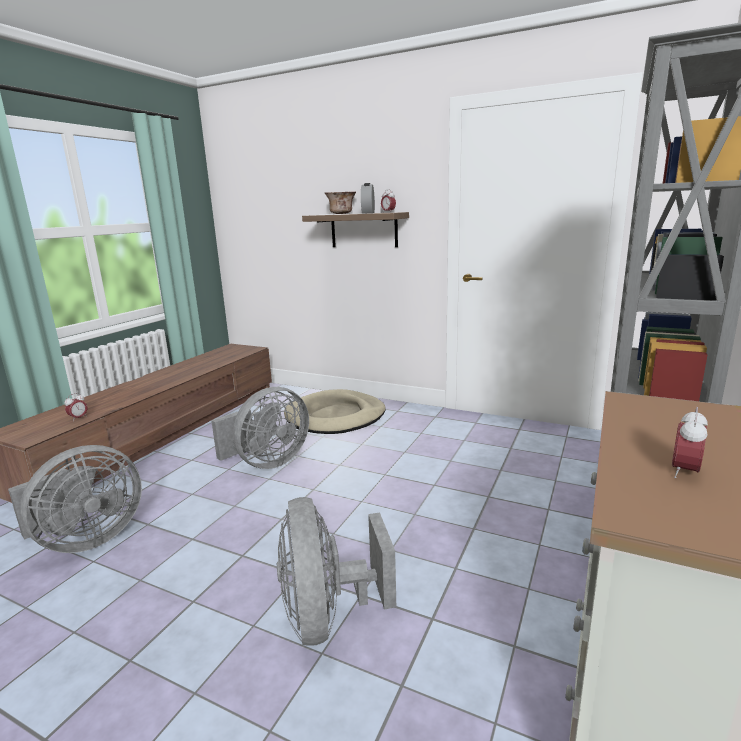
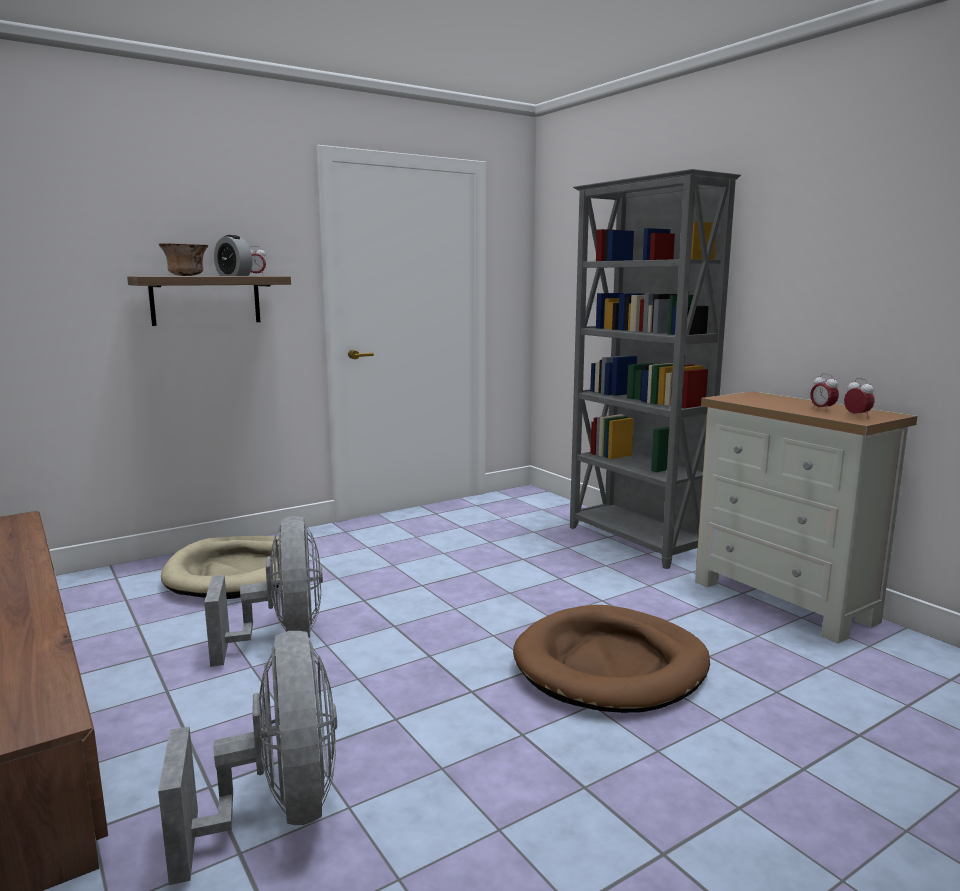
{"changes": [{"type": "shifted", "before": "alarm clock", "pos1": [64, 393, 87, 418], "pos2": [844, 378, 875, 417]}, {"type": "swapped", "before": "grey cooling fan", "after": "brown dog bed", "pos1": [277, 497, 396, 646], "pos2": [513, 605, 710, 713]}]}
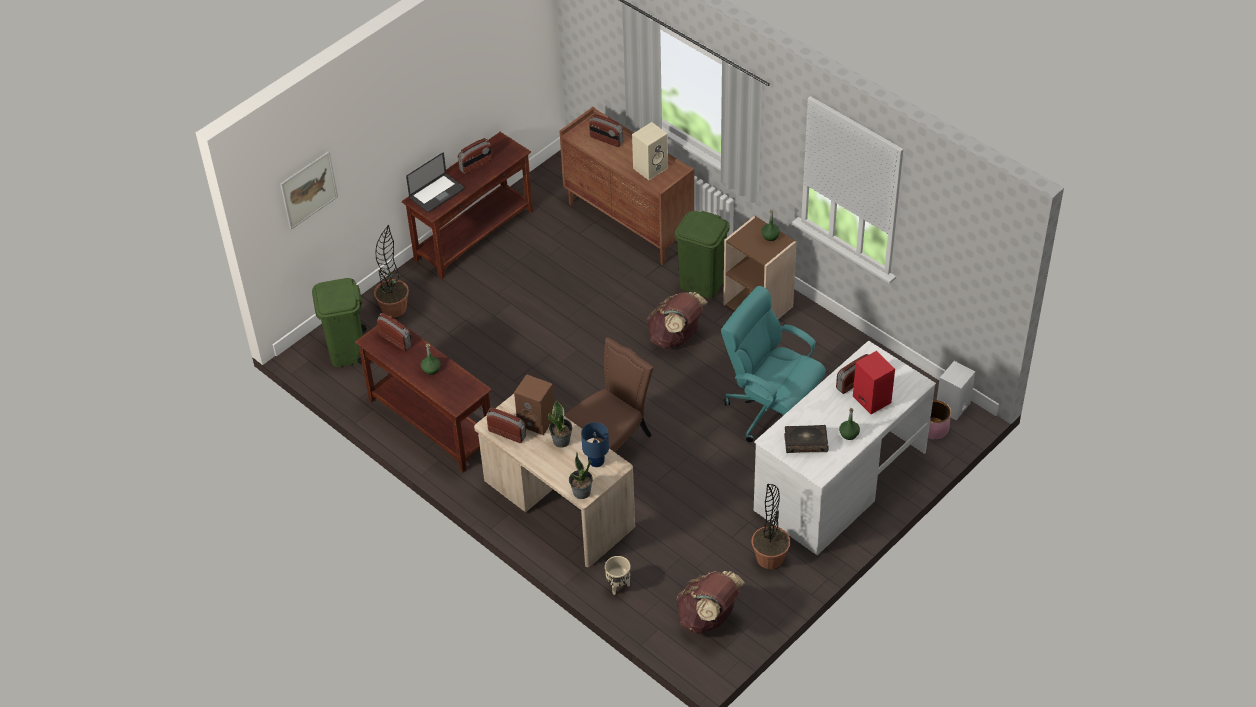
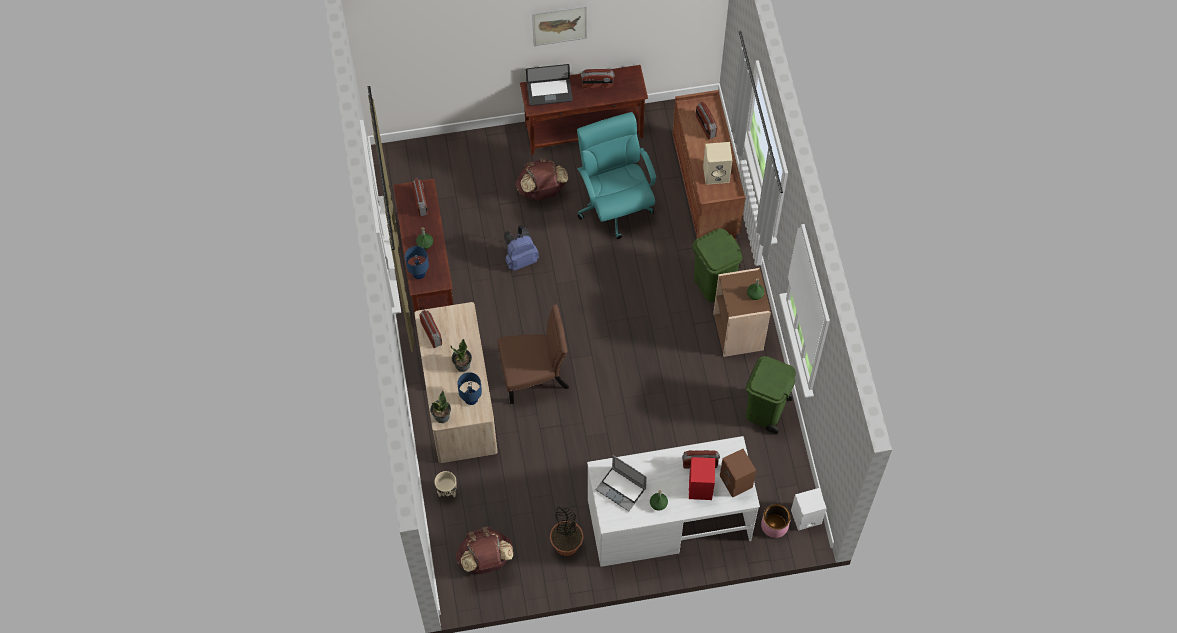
{"changes": [{"type": "gone", "before": "houseplant", "pos1": [374, 225, 409, 318]}, {"type": "new", "after": "bluish lamp for a table", "pos2": [405, 246, 429, 279]}, {"type": "new", "after": "bluish rucksack", "pos2": [504, 226, 539, 271]}, {"type": "shifted", "before": "wall picture", "pos1": [280, 151, 338, 229], "pos2": [532, 5, 587, 46]}, {"type": "shifted", "before": "green-coloured rubbish bin", "pos1": [312, 278, 372, 367], "pos2": [746, 356, 796, 434]}, {"type": "shifted", "before": "brown speaker", "pos1": [514, 374, 554, 435], "pos2": [720, 449, 756, 498]}, {"type": "shifted", "before": "brown rucksack", "pos1": [647, 292, 708, 349], "pos2": [516, 159, 568, 200]}, {"type": "shifted", "before": "turquoise computer chair", "pos1": [721, 286, 826, 442], "pos2": [577, 112, 656, 239]}, {"type": "swapped", "before": "book", "after": "portable computer", "pos1": [784, 425, 828, 453], "pos2": [596, 455, 647, 511]}]}
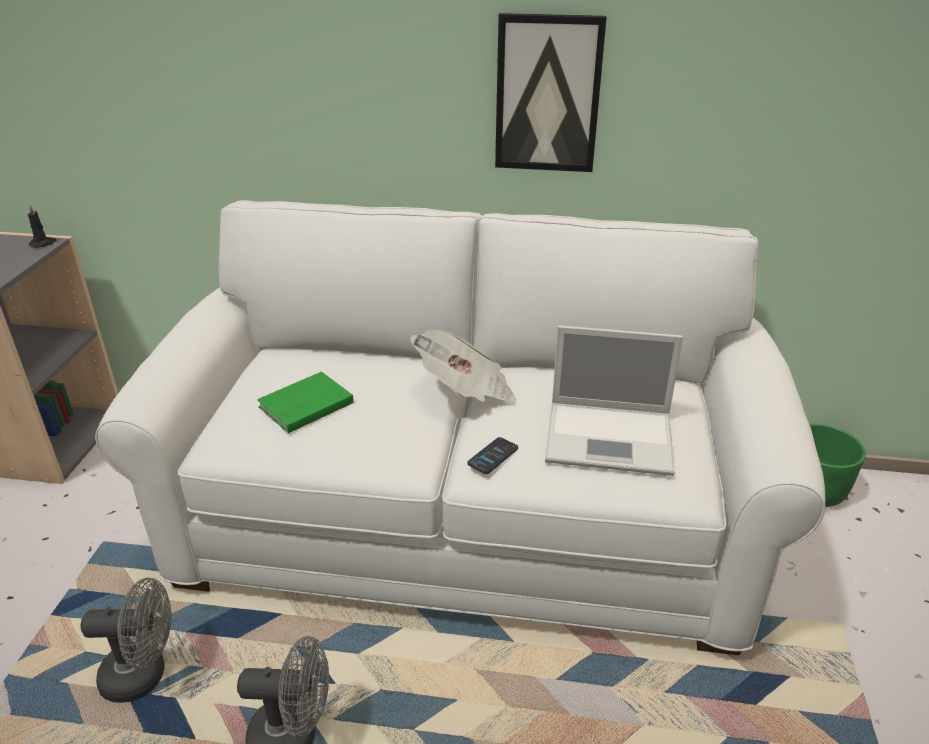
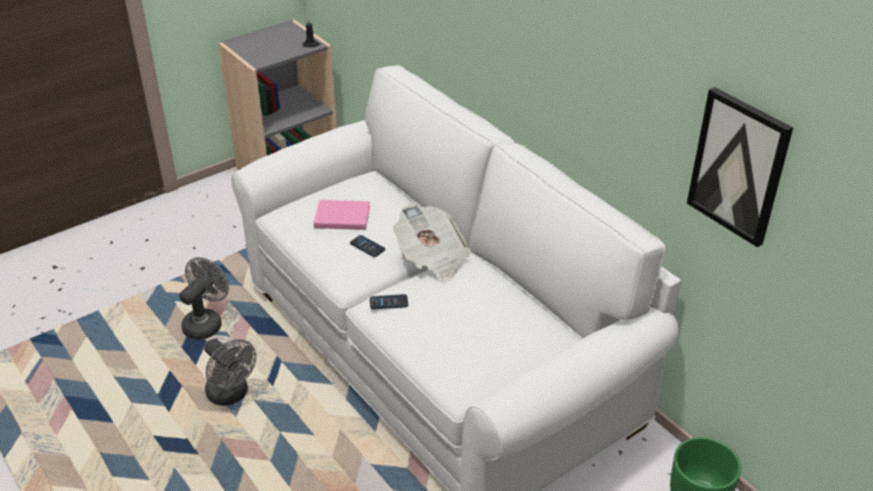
{"changes": [{"type": "gone", "before": "portable computer", "pos1": [545, 325, 683, 476]}, {"type": "new", "after": "telephone", "pos2": [350, 235, 385, 257]}, {"type": "shifted", "before": "wall picture", "pos1": [495, 13, 607, 172], "pos2": [687, 87, 793, 247]}, {"type": "repainted", "before": "green-coloured book", "after": "pinkish book", "pos1": [257, 372, 354, 433], "pos2": [314, 200, 370, 230]}, {"type": "rotated", "before": "grey cooling fan", "pos1": [81, 578, 172, 703], "pos2": [179, 257, 229, 340], "turn": -105}]}
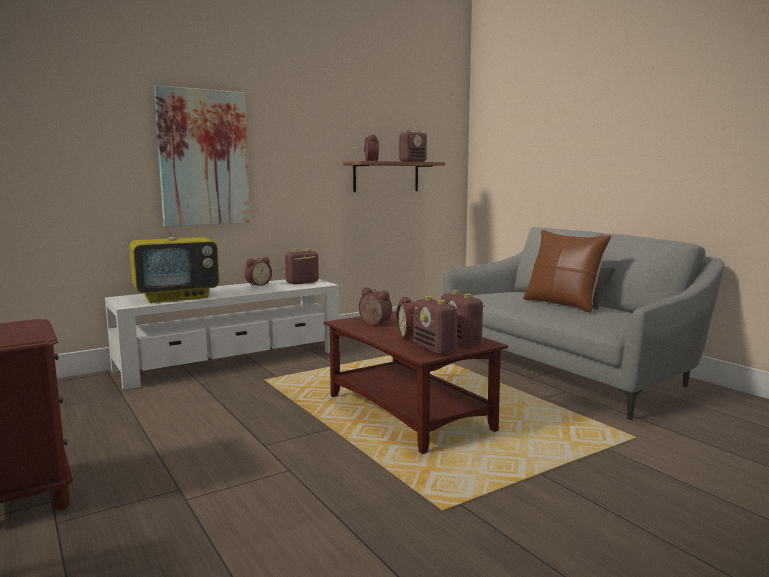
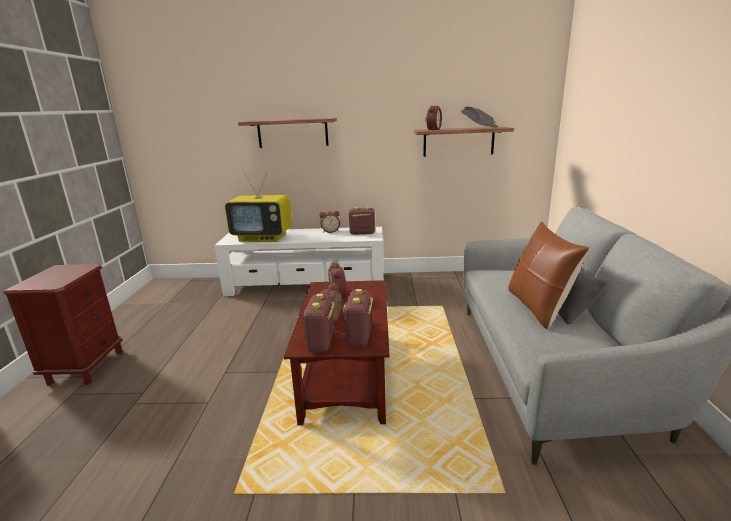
{"changes": [{"type": "swapped", "before": "wall picture", "after": "bracket shelf", "pos1": [154, 85, 250, 226], "pos2": [238, 118, 337, 148]}, {"type": "swapped", "before": "radio", "after": "daily paper", "pos1": [399, 130, 427, 162], "pos2": [461, 107, 499, 127]}]}
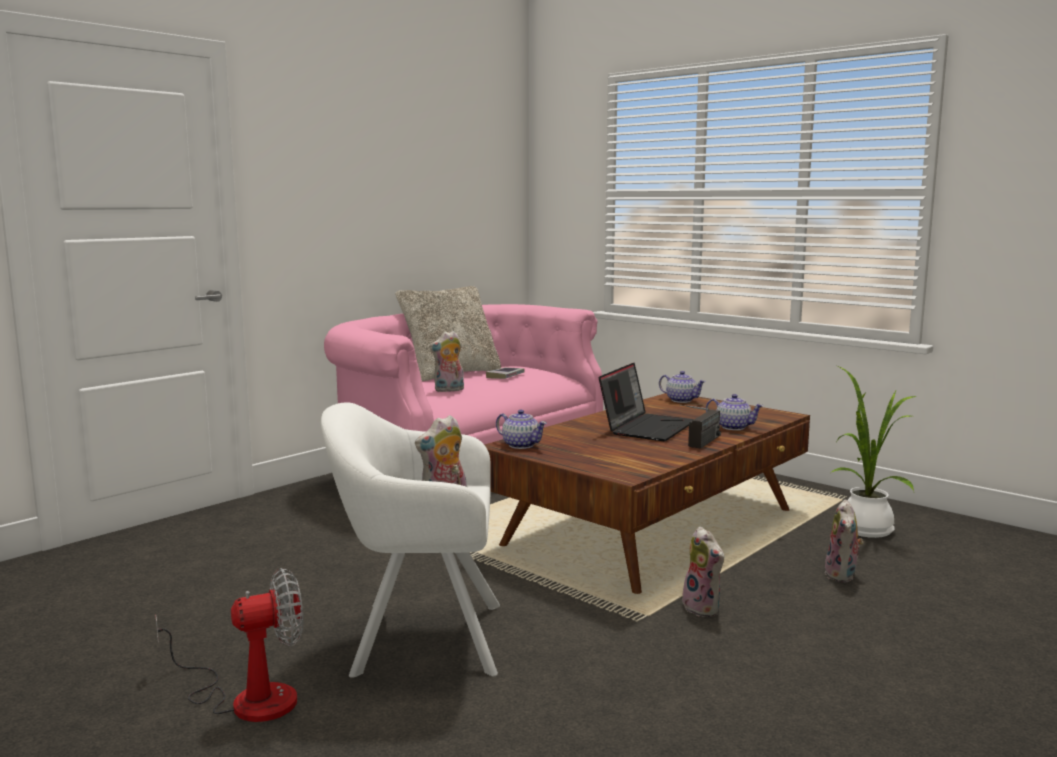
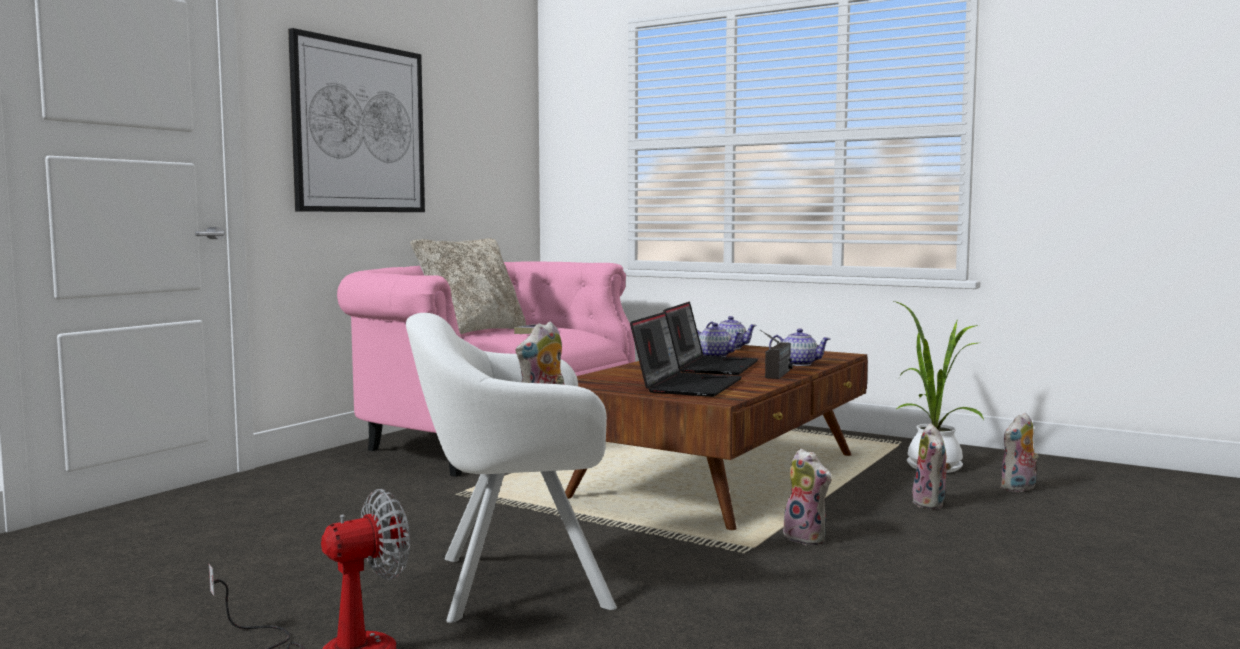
{"changes": [{"type": "new", "after": "wall picture", "pos2": [288, 28, 425, 212]}, {"type": "new", "after": "portable computer", "pos2": [630, 312, 742, 397]}, {"type": "shifted", "before": "cuddly toy", "pos1": [429, 331, 464, 392], "pos2": [1001, 413, 1039, 493]}, {"type": "shifted", "before": "tea pot", "pos1": [496, 410, 547, 449], "pos2": [697, 323, 742, 357]}]}
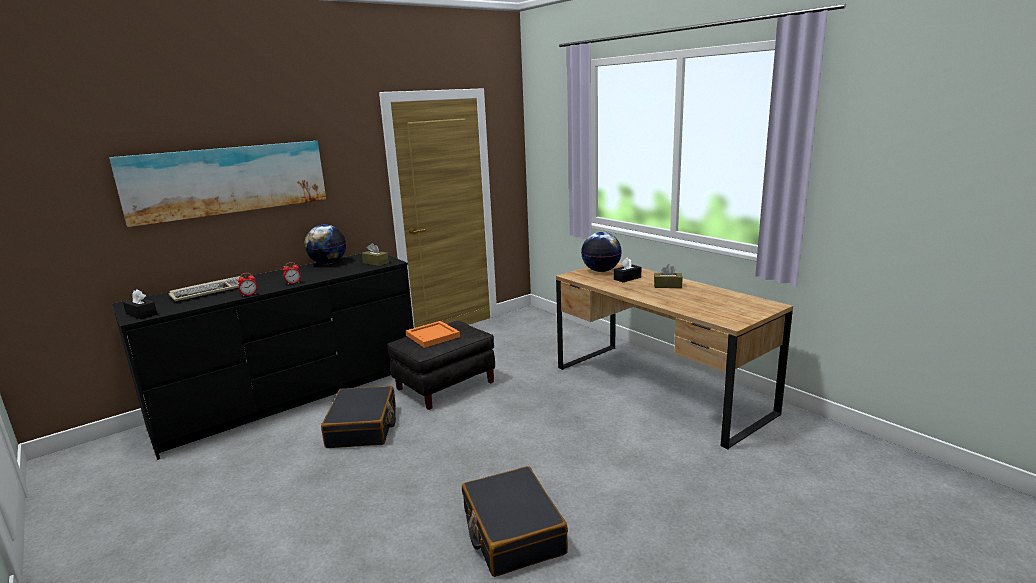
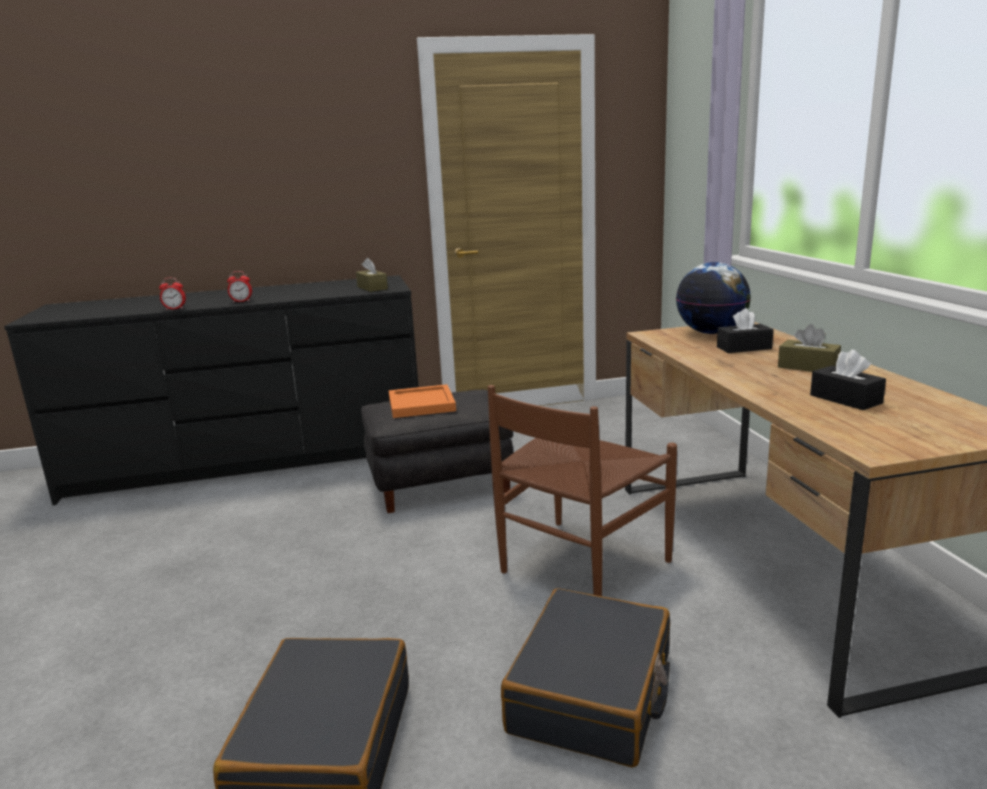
{"changes": [{"type": "gone", "before": "wall picture", "pos1": [109, 141, 326, 227]}, {"type": "gone", "before": "PC keyboard", "pos1": [169, 276, 245, 301]}, {"type": "gone", "before": "globe", "pos1": [304, 224, 346, 264]}, {"type": "new", "after": "brown upright chair", "pos2": [488, 385, 677, 596]}, {"type": "shifted", "before": "black box of tissues", "pos1": [123, 289, 157, 319], "pos2": [810, 350, 886, 410]}, {"type": "shifted", "before": "black suitcase", "pos1": [321, 386, 396, 448], "pos2": [501, 588, 670, 768]}]}
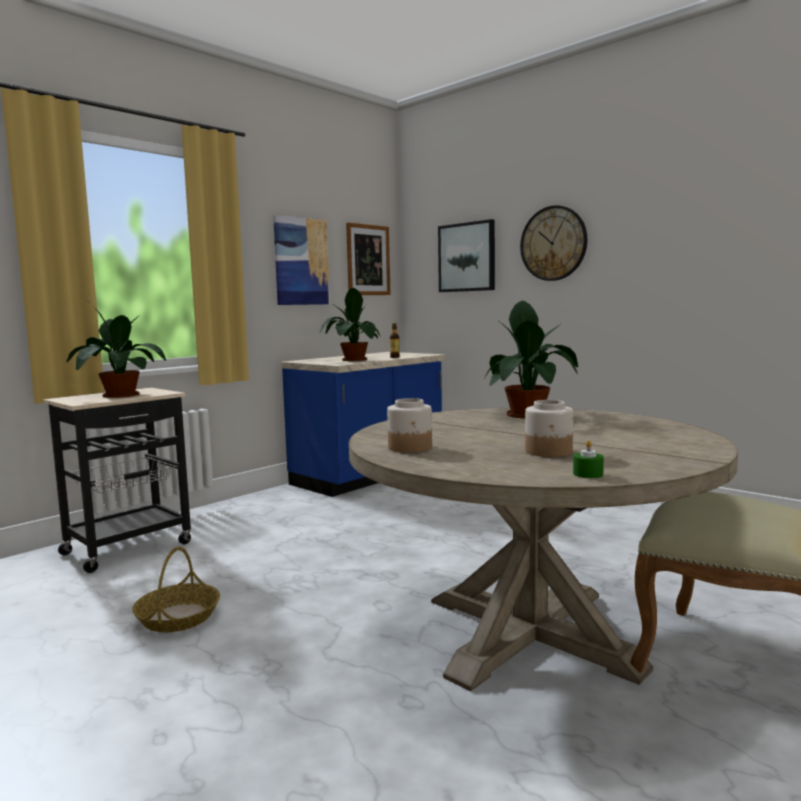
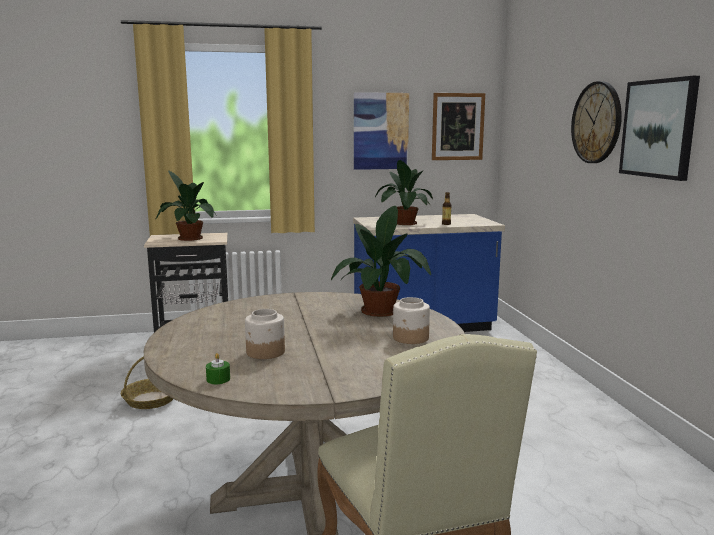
{"changes": [{"type": "shifted", "before": "jar", "pos1": [387, 398, 432, 453], "pos2": [393, 297, 430, 344]}, {"type": "shifted", "before": "wall picture", "pos1": [438, 219, 495, 292], "pos2": [619, 76, 700, 181]}]}
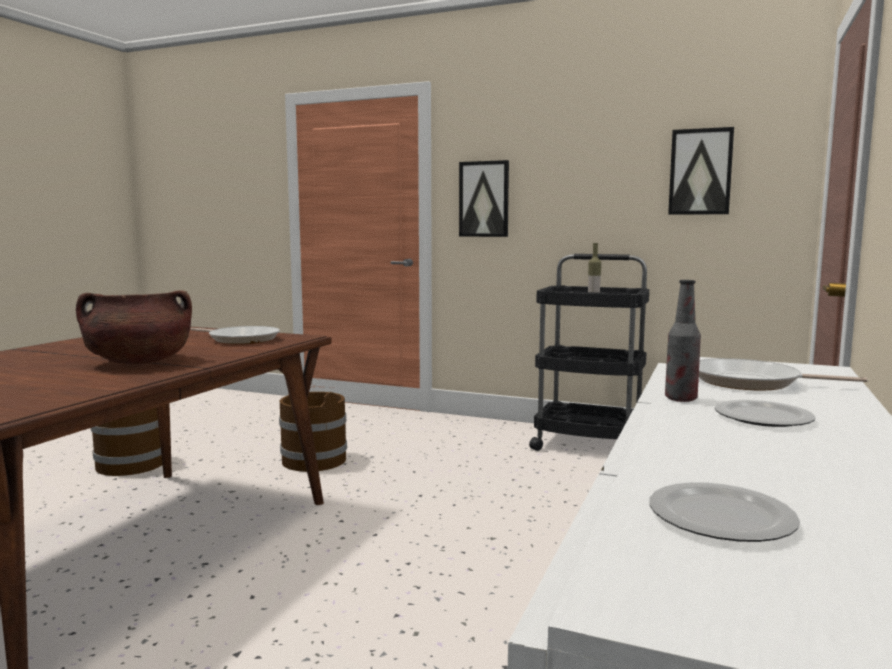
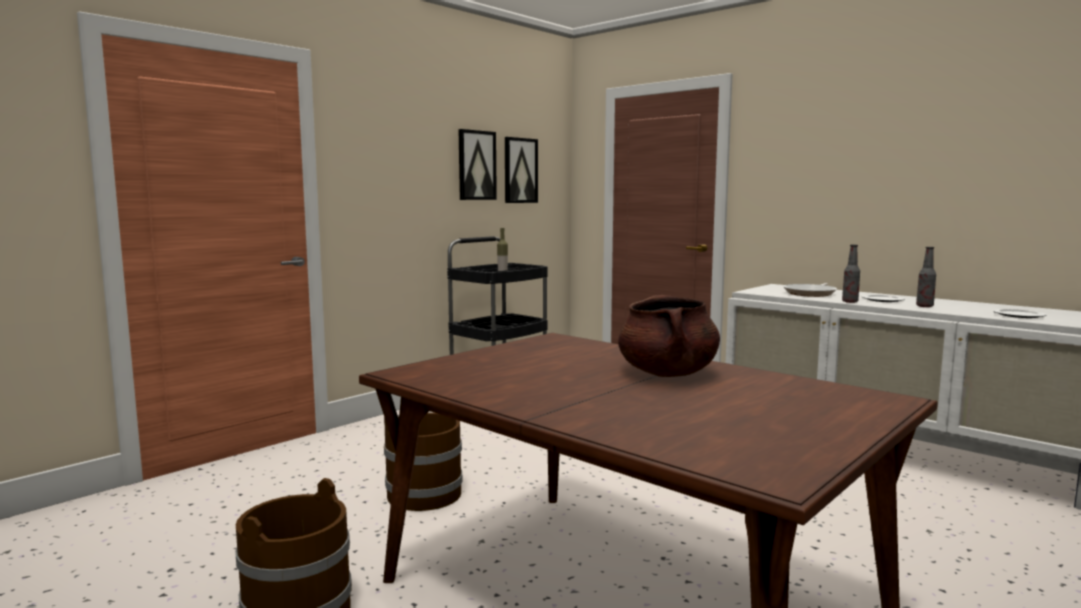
{"changes": [{"type": "gone", "before": "pan", "pos1": [191, 326, 280, 344]}, {"type": "new", "after": "drink bottle", "pos2": [916, 247, 936, 307]}, {"type": "shifted", "before": "wall picture", "pos1": [459, 160, 509, 237], "pos2": [459, 129, 497, 200]}]}
